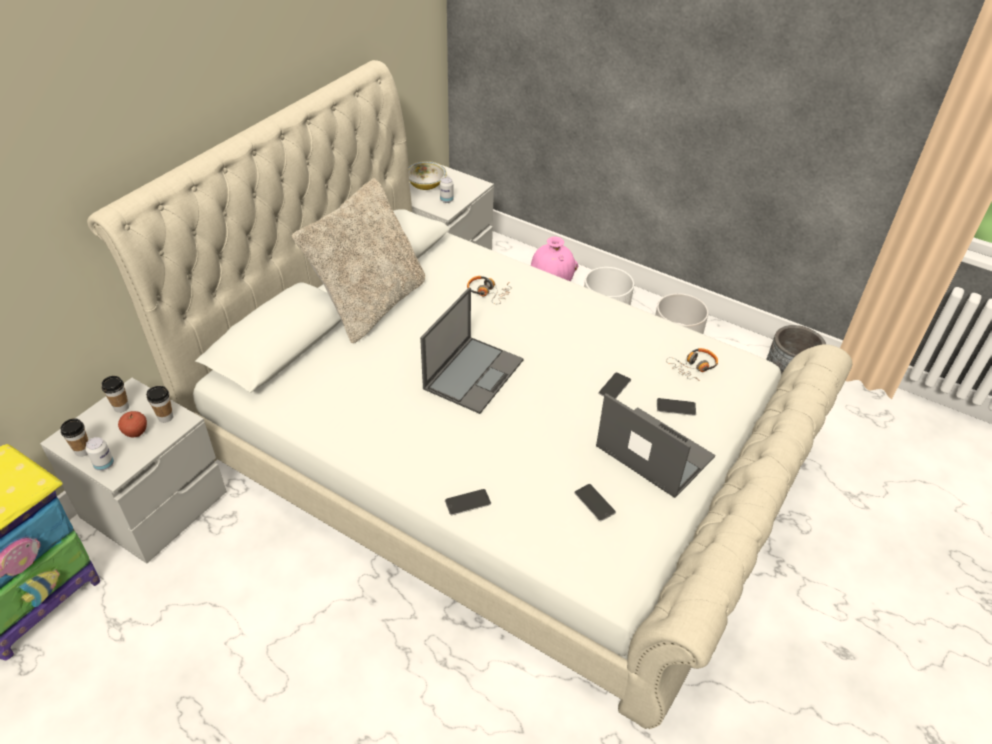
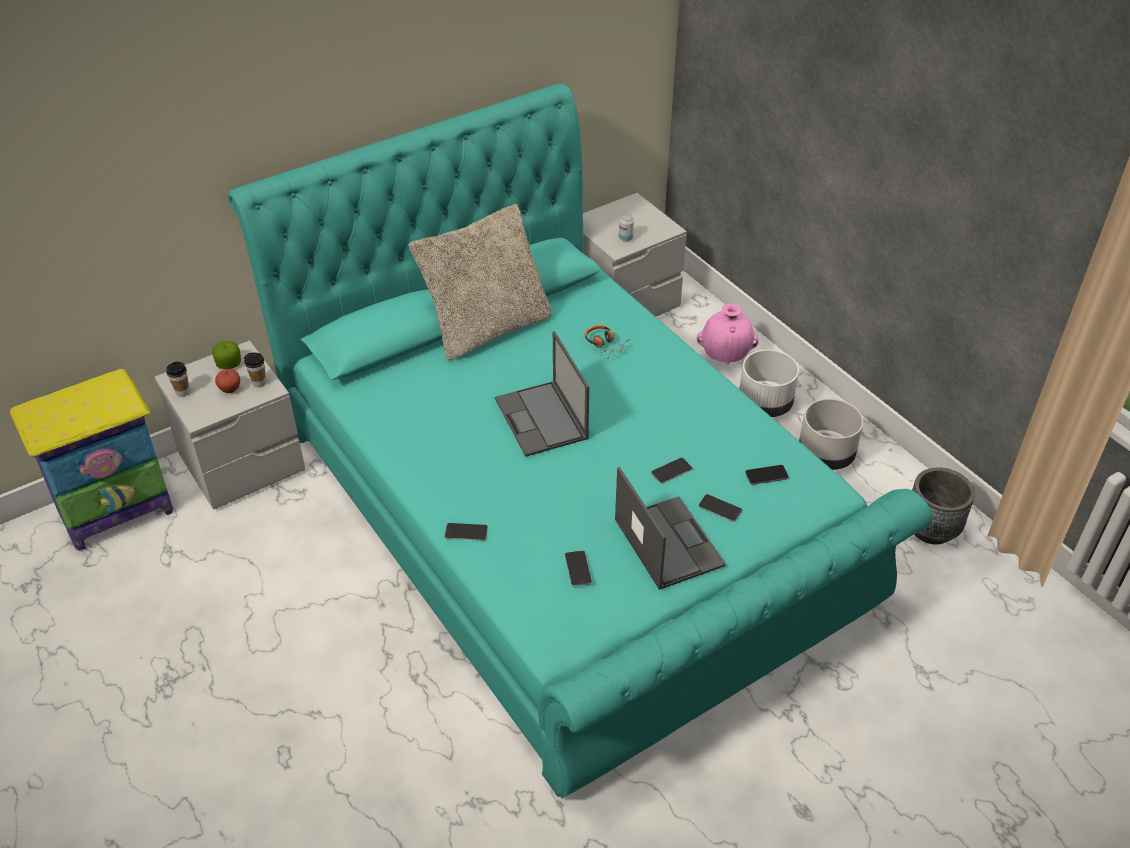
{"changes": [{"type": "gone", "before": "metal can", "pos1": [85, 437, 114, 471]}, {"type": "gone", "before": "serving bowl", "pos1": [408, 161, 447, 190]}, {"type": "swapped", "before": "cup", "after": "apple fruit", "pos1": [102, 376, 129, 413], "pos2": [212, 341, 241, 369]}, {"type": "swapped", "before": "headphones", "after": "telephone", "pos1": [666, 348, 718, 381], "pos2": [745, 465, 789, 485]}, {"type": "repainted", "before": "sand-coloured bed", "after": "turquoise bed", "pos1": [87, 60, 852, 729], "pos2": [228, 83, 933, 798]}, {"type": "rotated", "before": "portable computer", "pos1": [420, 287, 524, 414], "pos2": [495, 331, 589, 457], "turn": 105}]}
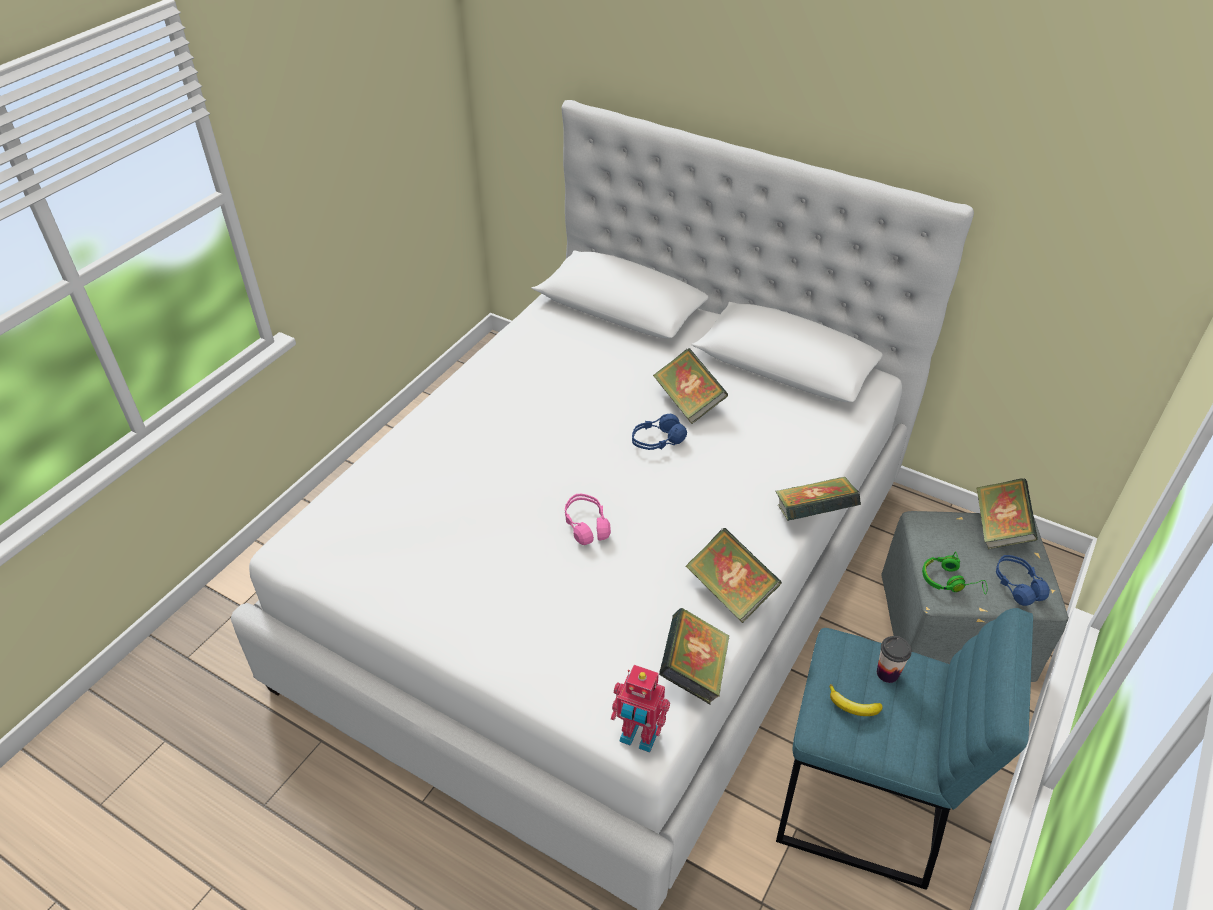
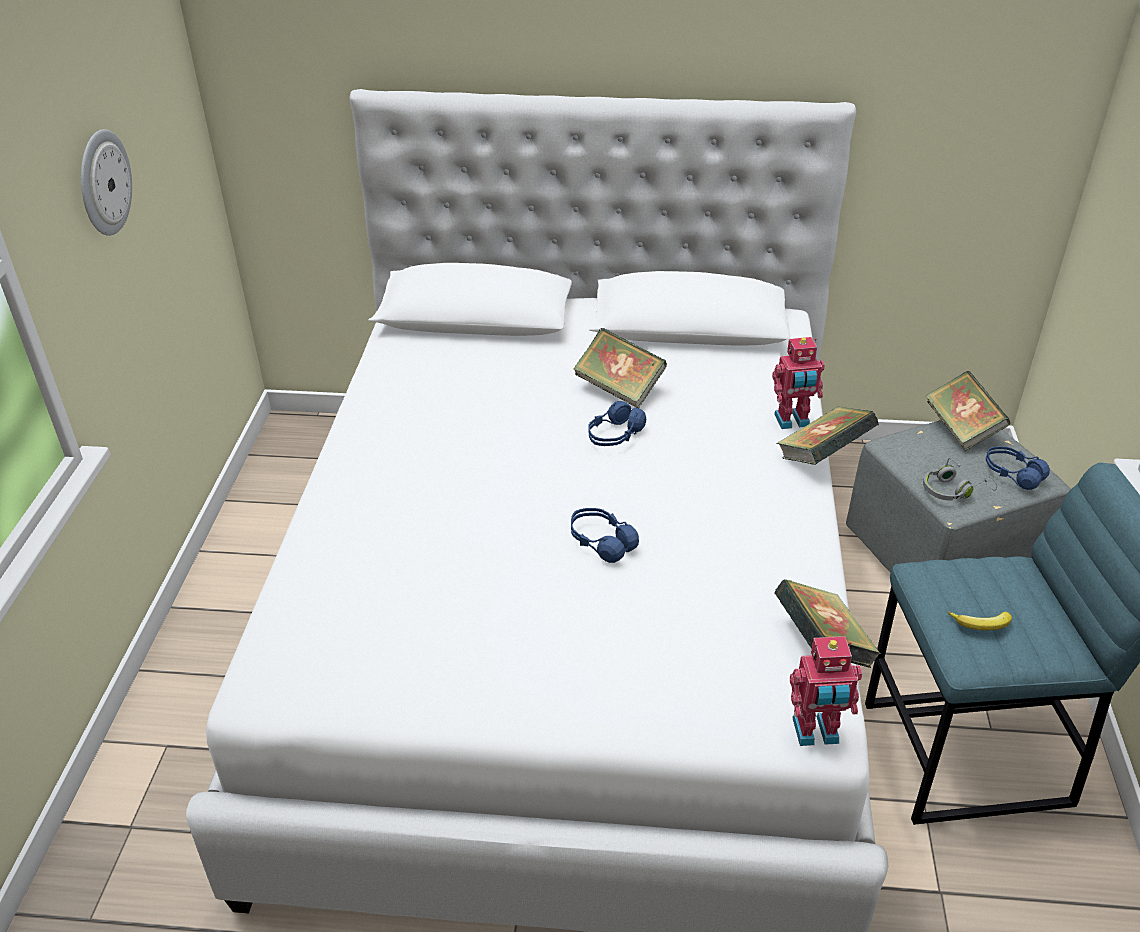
{"changes": [{"type": "gone", "before": "book", "pos1": [685, 528, 782, 623]}, {"type": "gone", "before": "cup", "pos1": [877, 636, 912, 683]}, {"type": "new", "after": "hanging clock", "pos2": [81, 129, 132, 236]}, {"type": "new", "after": "toy robot", "pos2": [772, 337, 825, 429]}, {"type": "repainted", "before": "pinkish headphones", "after": "bluish headphones", "pos1": [565, 494, 611, 545], "pos2": [571, 508, 639, 563]}, {"type": "repainted", "before": "green-coloured headphones", "after": "grey headphones", "pos1": [922, 552, 988, 594], "pos2": [923, 458, 997, 501]}]}
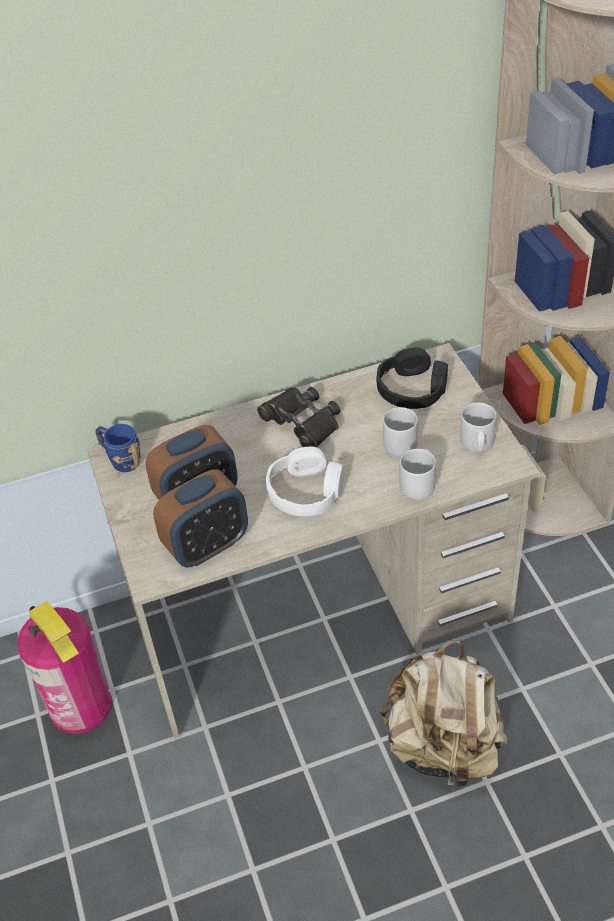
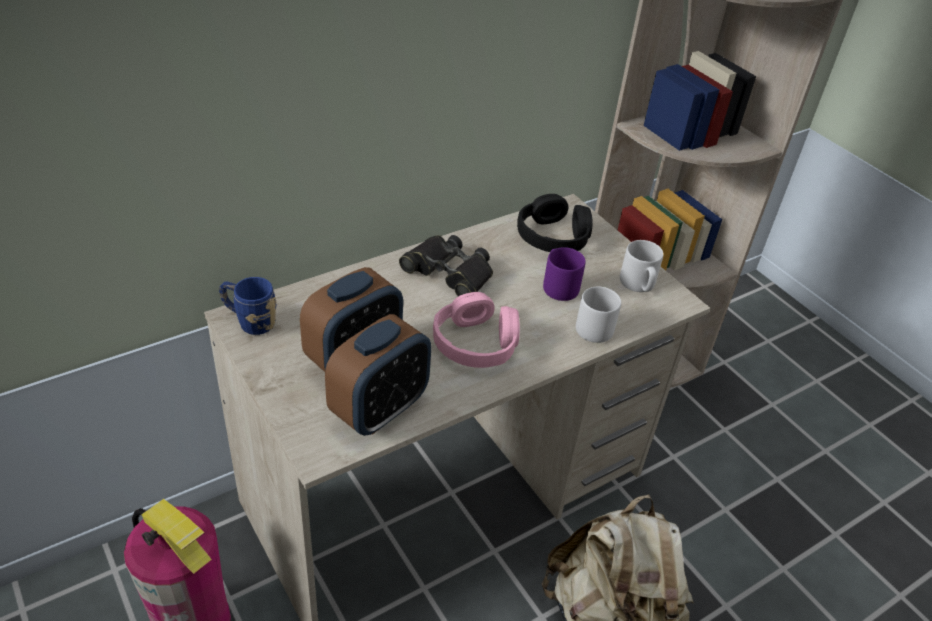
{"changes": [{"type": "repainted", "before": "whitish headphones", "after": "pinkish headphones", "pos1": [266, 446, 344, 516], "pos2": [433, 292, 520, 368]}, {"type": "repainted", "before": "grey coffee mug", "after": "purple coffee mug", "pos1": [383, 407, 418, 457], "pos2": [543, 247, 586, 301]}]}
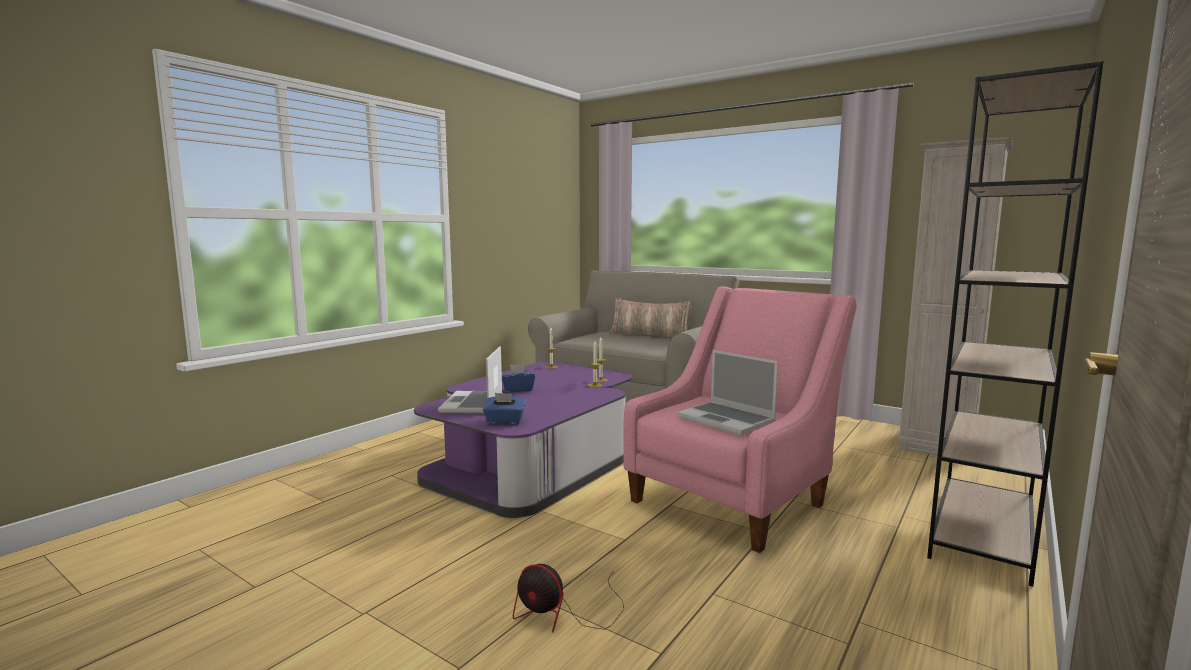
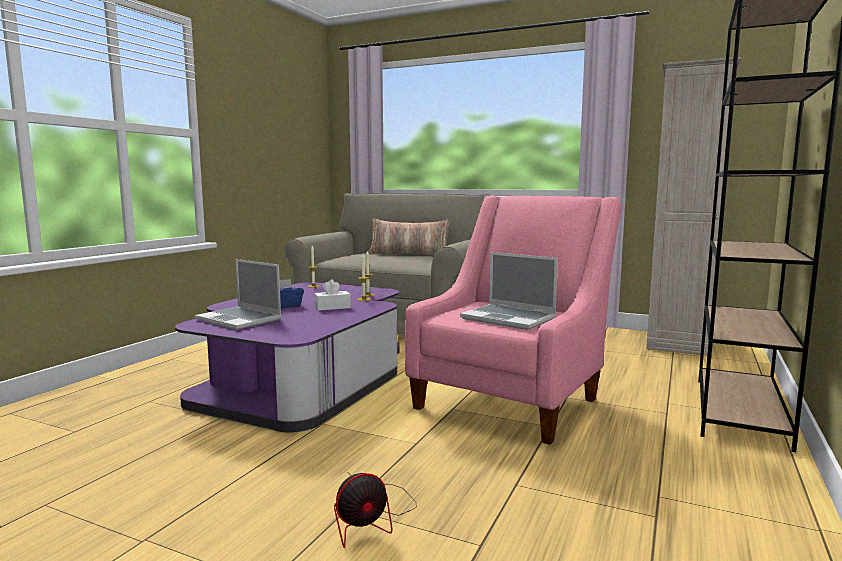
{"changes": [{"type": "gone", "before": "bluish box of tissues", "pos1": [483, 393, 526, 424]}, {"type": "new", "after": "whitish box of tissues", "pos2": [314, 279, 351, 311]}, {"type": "rotated", "before": "portable computer", "pos1": [438, 346, 502, 413], "pos2": [195, 259, 282, 330], "turn": -45}, {"type": "rotated", "before": "cooling fan", "pos1": [513, 564, 624, 633], "pos2": [334, 472, 417, 548], "turn": -45}]}
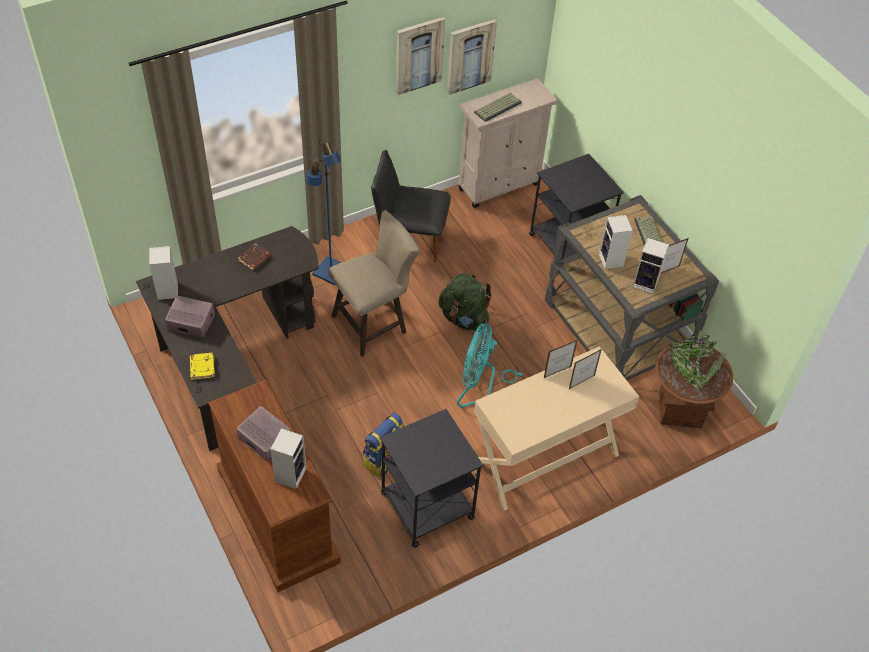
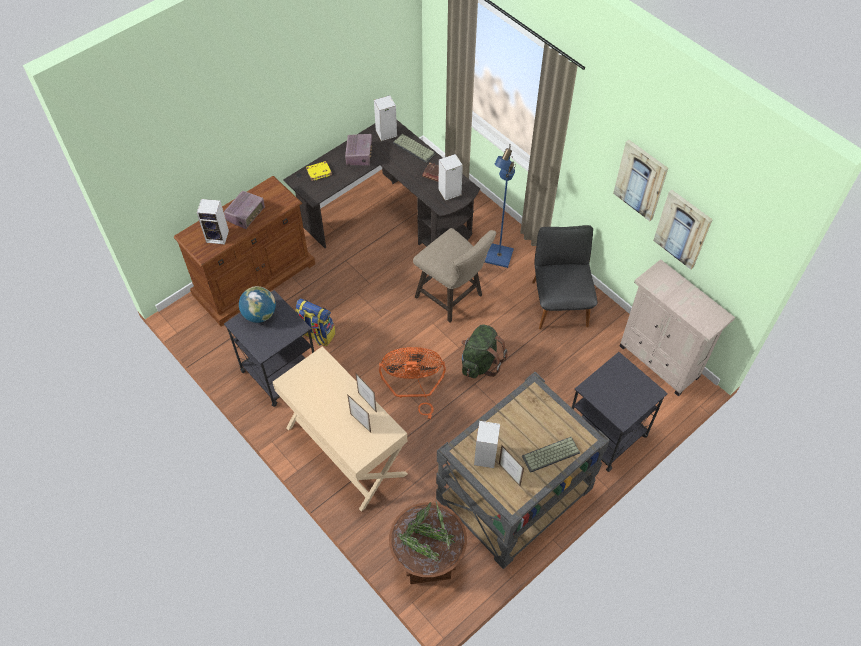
{"changes": [{"type": "new", "after": "globe", "pos2": [239, 286, 276, 323]}, {"type": "shifted", "before": "PC keyboard", "pos1": [474, 92, 522, 122], "pos2": [393, 134, 436, 163]}, {"type": "shifted", "before": "speaker", "pos1": [598, 215, 633, 269], "pos2": [438, 154, 463, 201]}, {"type": "repainted", "before": "turquoise cooling fan", "after": "orange-coloured cooling fan", "pos1": [457, 323, 524, 408], "pos2": [379, 347, 446, 420]}]}
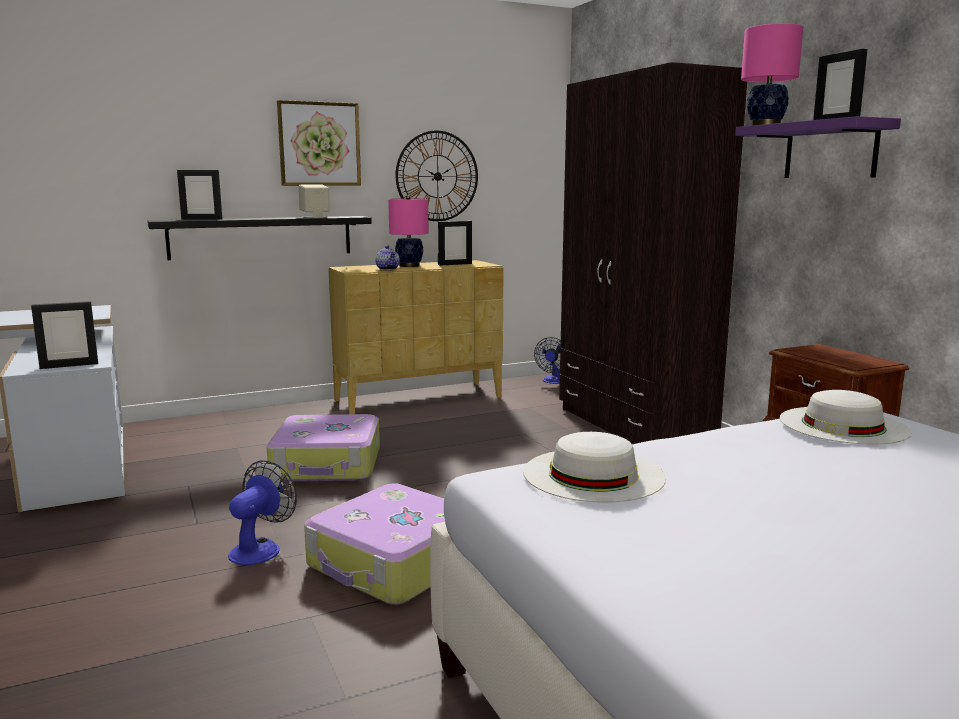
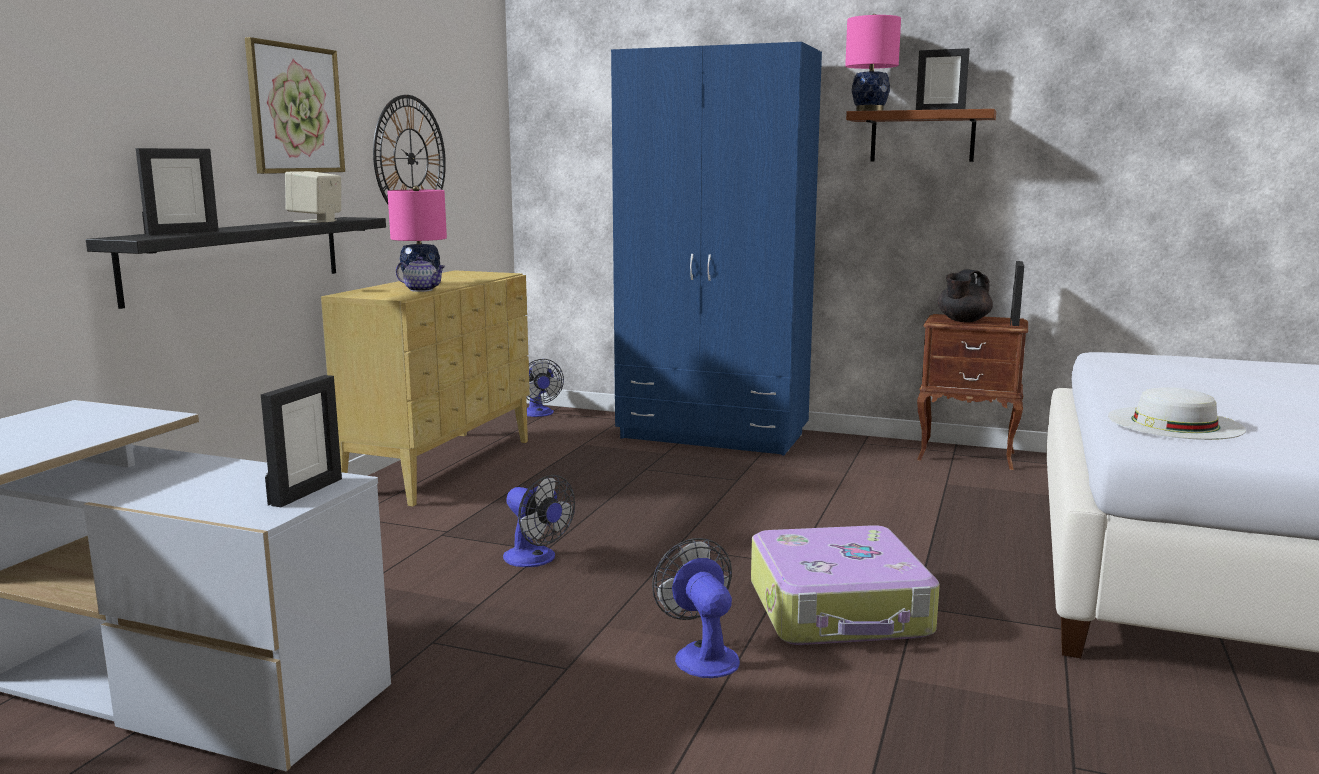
{"changes": [{"type": "gone", "before": "whitish hat", "pos1": [780, 390, 911, 445]}, {"type": "new", "after": "black tea pot", "pos2": [937, 269, 993, 322]}, {"type": "shifted", "before": "photo frame", "pos1": [438, 221, 472, 266], "pos2": [1010, 261, 1024, 326]}, {"type": "swapped", "before": "suitcase", "after": "cooling fan", "pos1": [267, 414, 380, 481], "pos2": [503, 475, 575, 567]}, {"type": "repainted", "before": "brown clothes cupboard", "after": "bluish clothes cupboard", "pos1": [559, 62, 748, 444], "pos2": [611, 42, 822, 455]}, {"type": "repainted", "before": "purple bracket shelf", "after": "brown bracket shelf", "pos1": [735, 116, 901, 178], "pos2": [846, 109, 996, 162]}]}
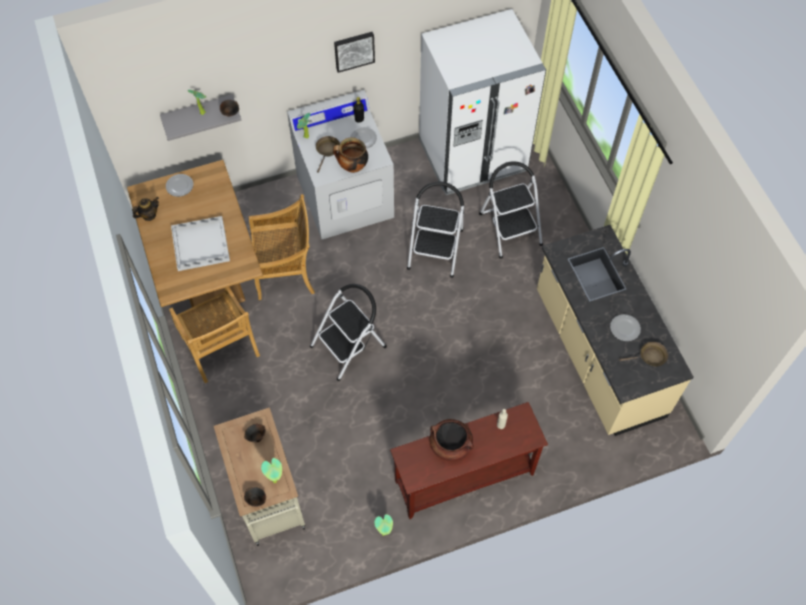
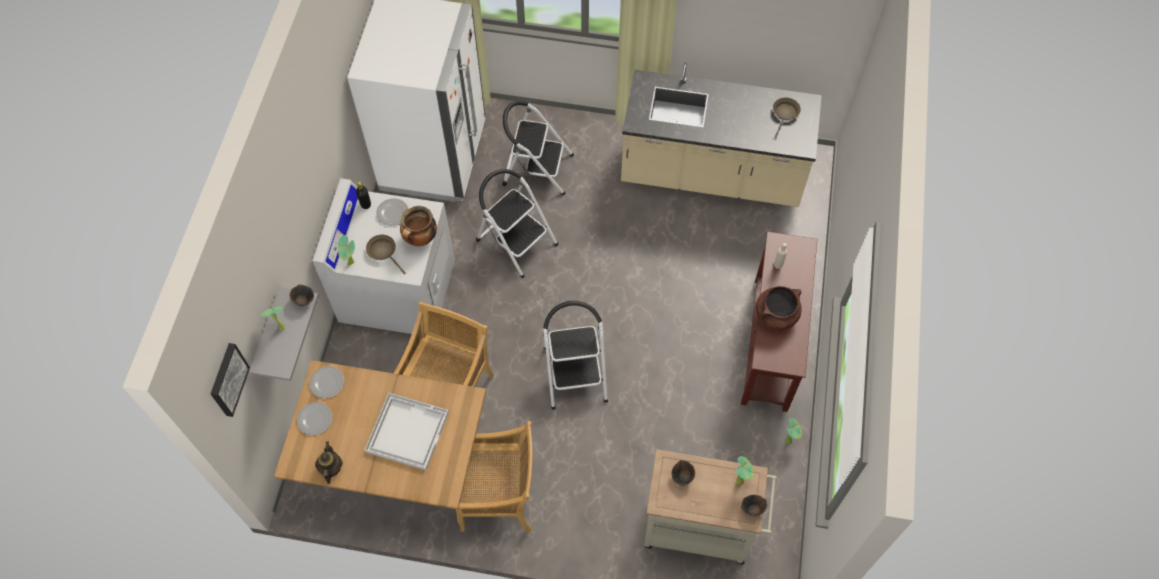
{"changes": [{"type": "shifted", "before": "wall picture", "pos1": [334, 32, 375, 73], "pos2": [211, 343, 250, 417]}, {"type": "shifted", "before": "plate", "pos1": [610, 314, 641, 341], "pos2": [309, 366, 344, 398]}]}
